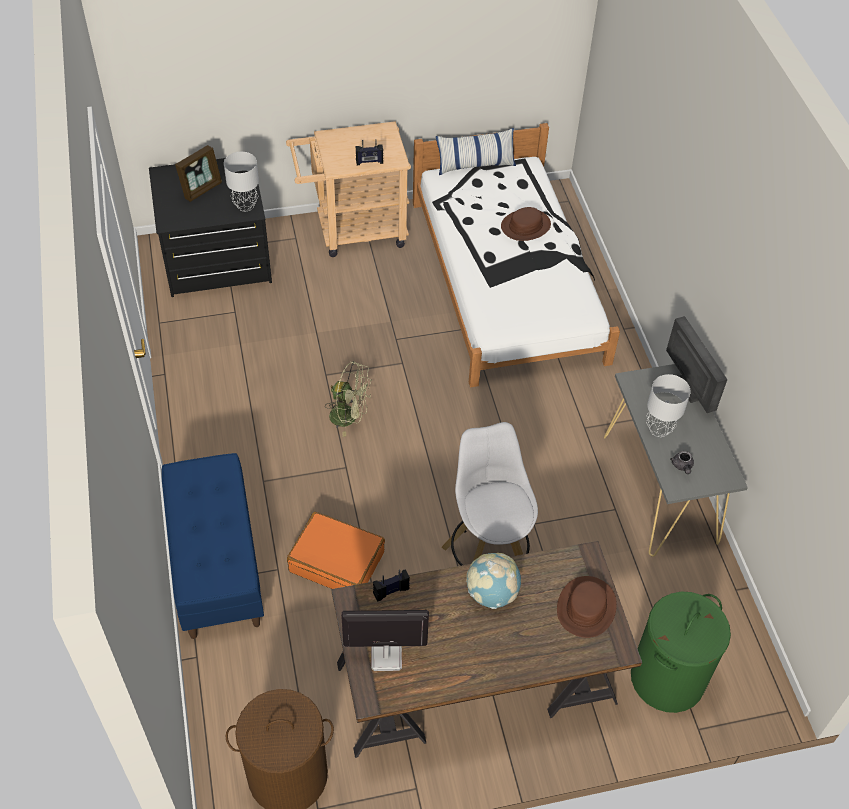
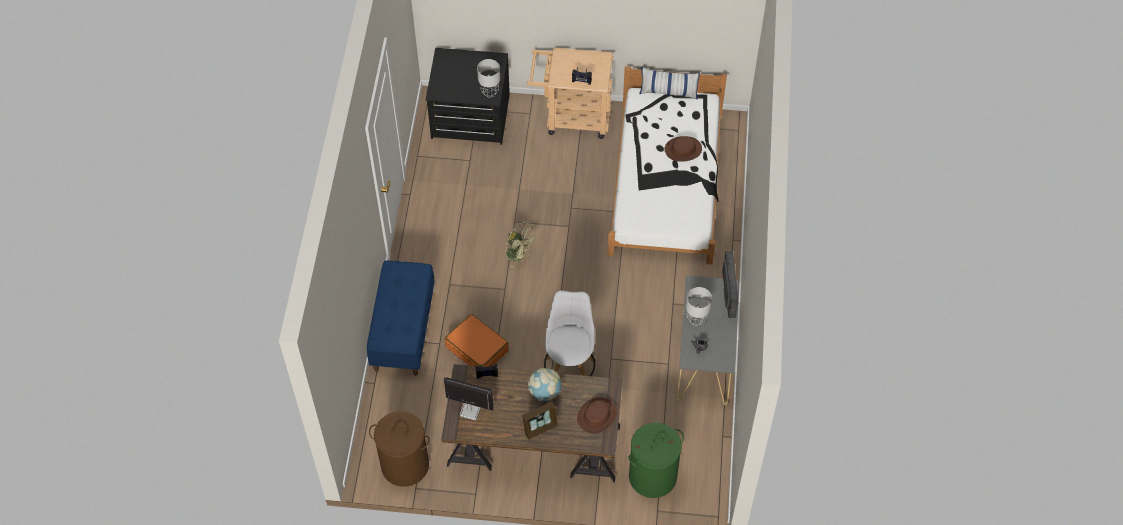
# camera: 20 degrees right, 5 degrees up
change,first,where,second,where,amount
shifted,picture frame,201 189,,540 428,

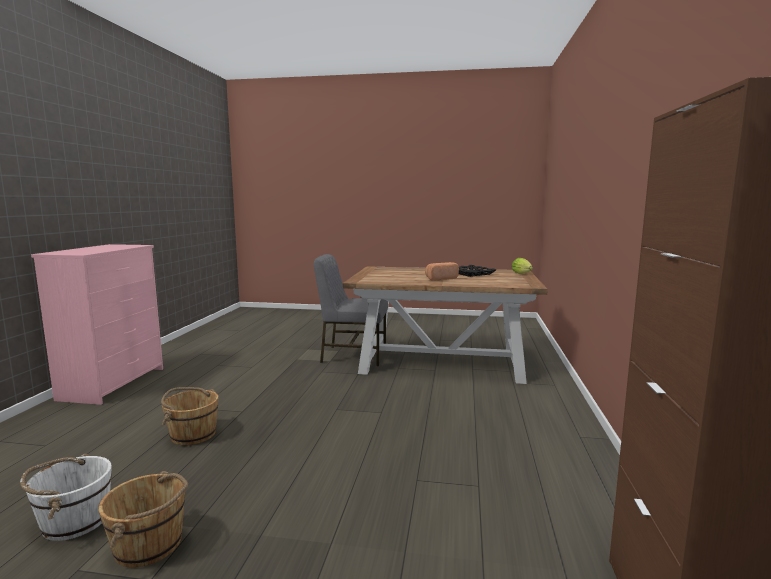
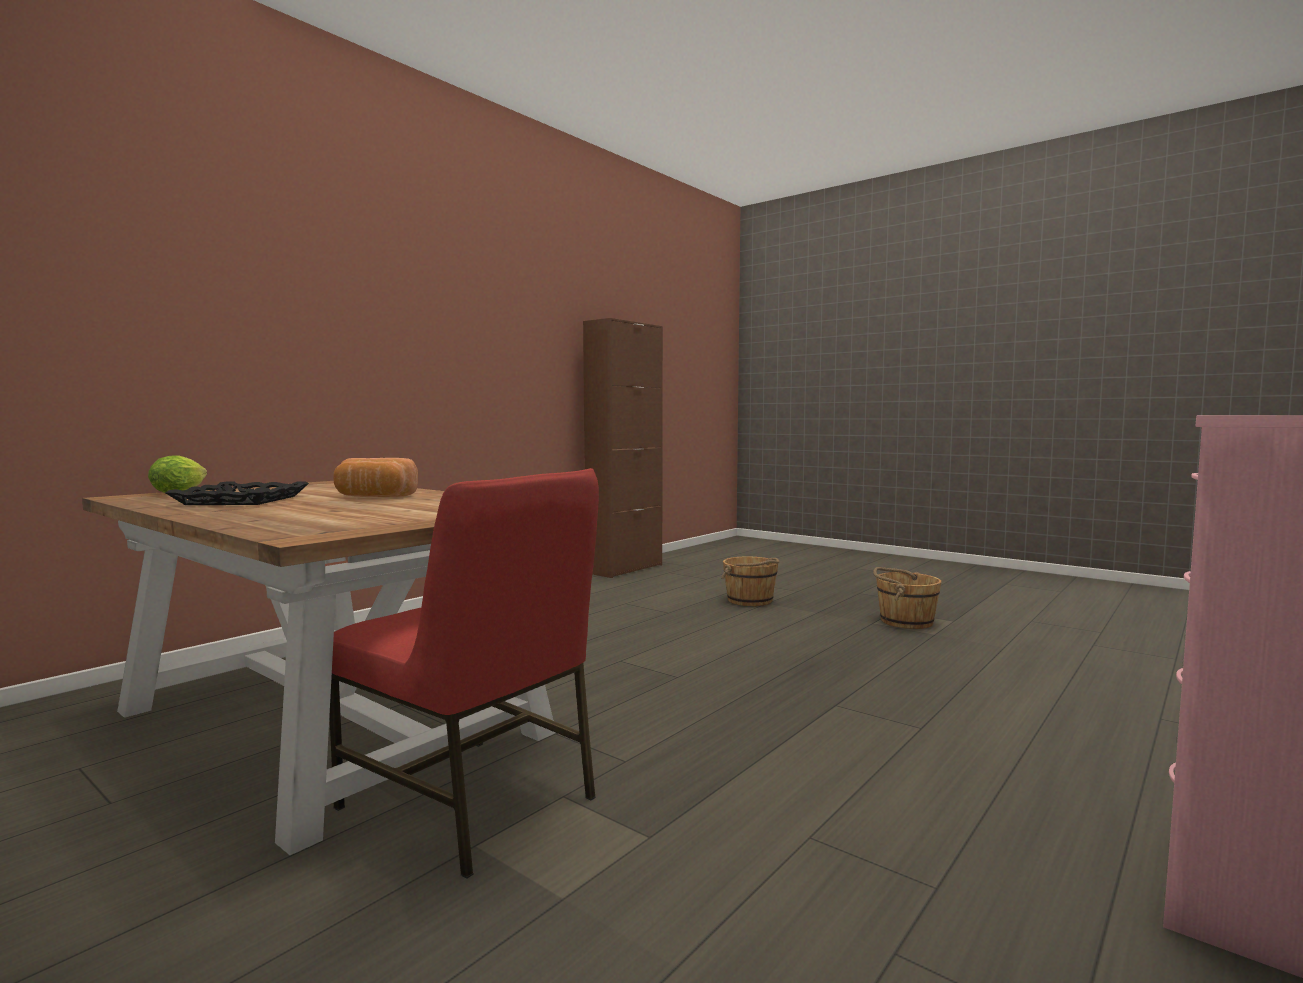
# camera: 150 degrees left, 5 degrees down
change,first,where,second,where,amount
gone,white bucket,74 521,,,
shifted,brown bucket,192 434,,750 600,
repainted,grey chair,352 355,red chair,472 802,

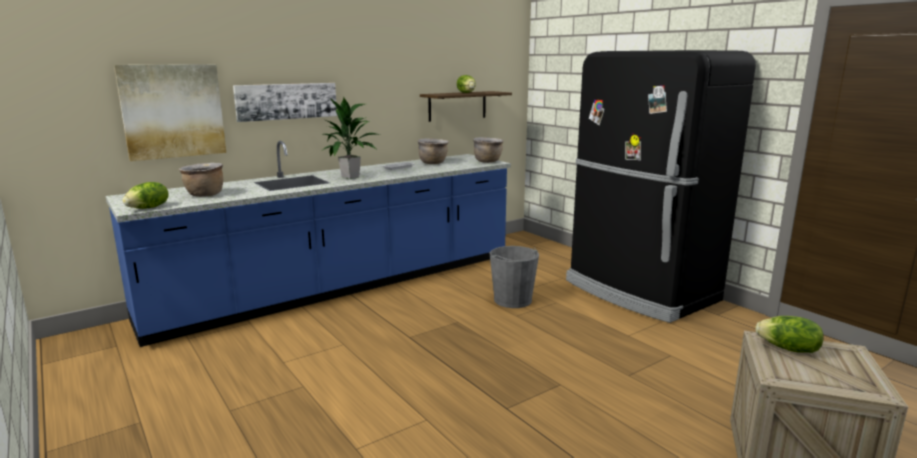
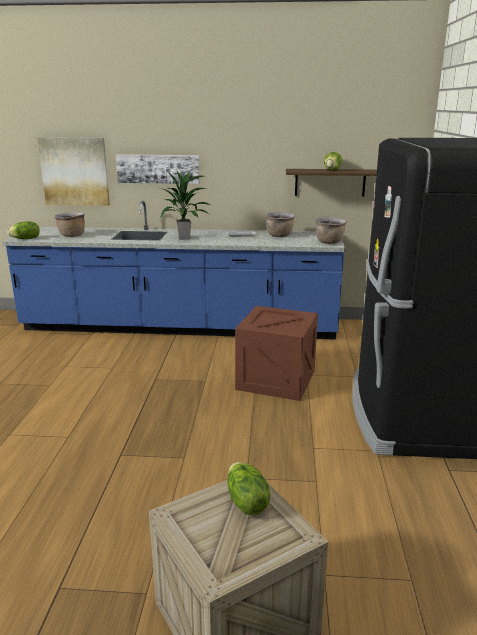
# camera: 40 degrees right, 5 degrees up
change,first,where,second,where,amount
swapped,grey bucket,512 300,crate,276 380,

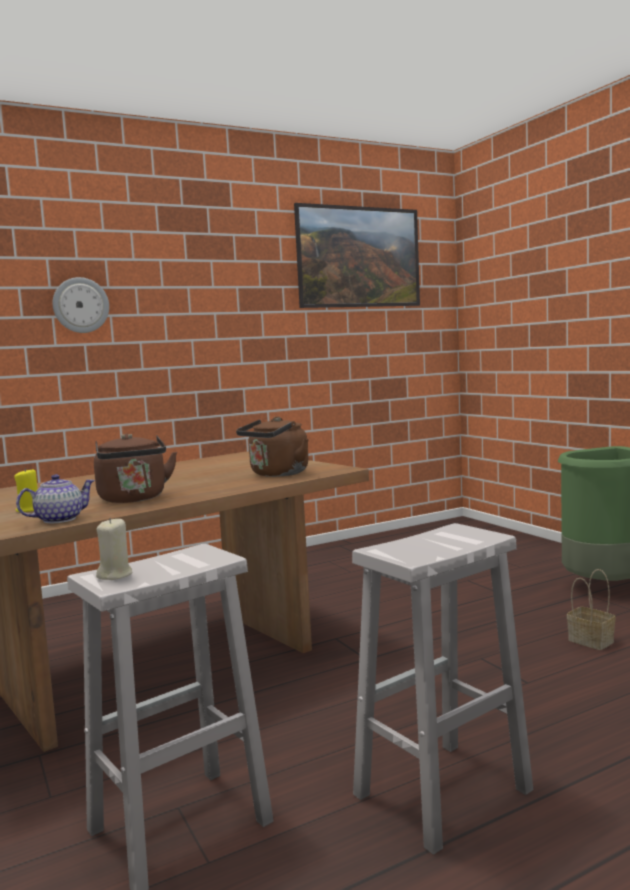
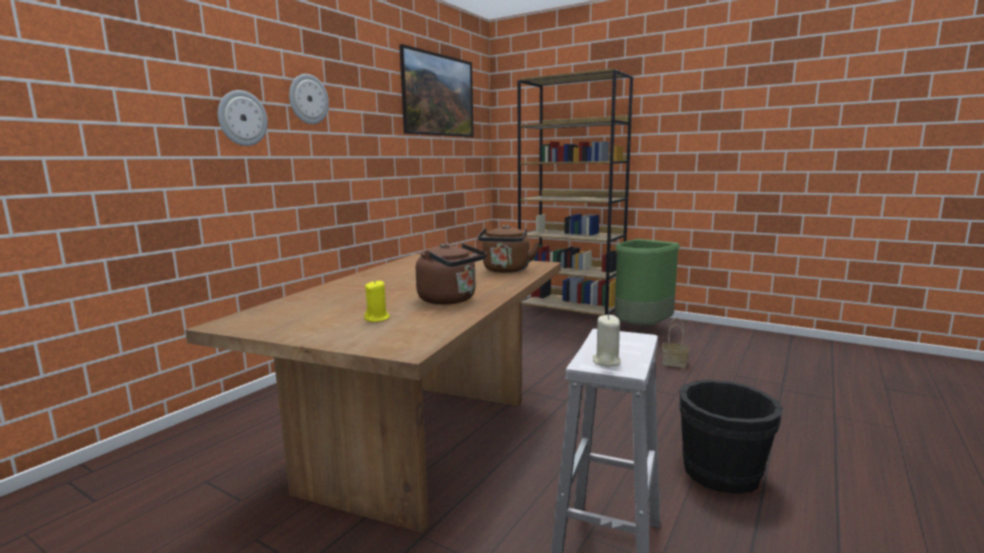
# camera: 30 degrees left, 5 degrees up
change,first,where,second,where,amount
gone,teapot,59 519,,,
swapped,white stool,441 794,black bucket,722 473,
new,,,wall clock,308 99,
new,,,brown bookcase,571 311,

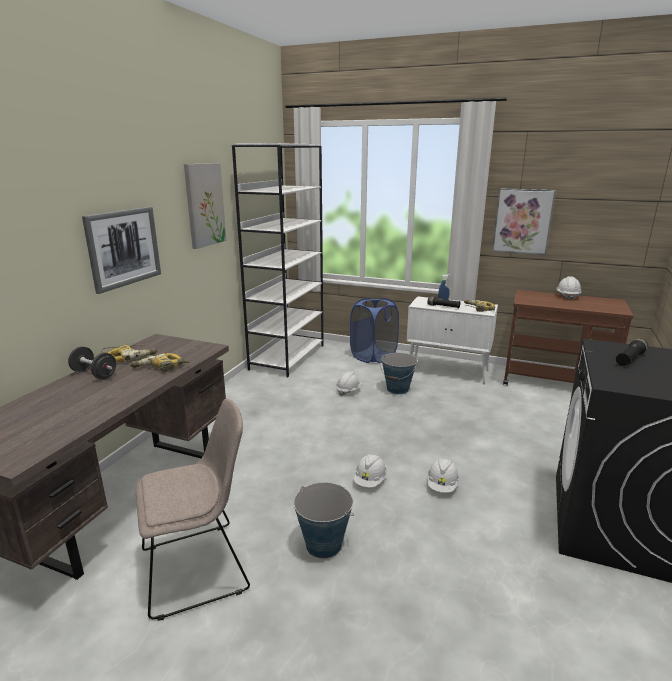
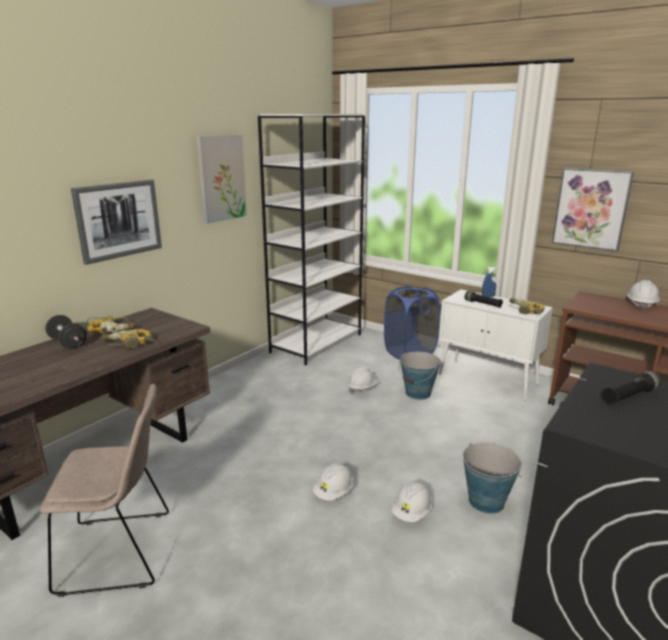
# camera: 15 degrees right, 0 degrees up
change,first,where,second,where,amount
shifted,bucket,323 544,,486 501,

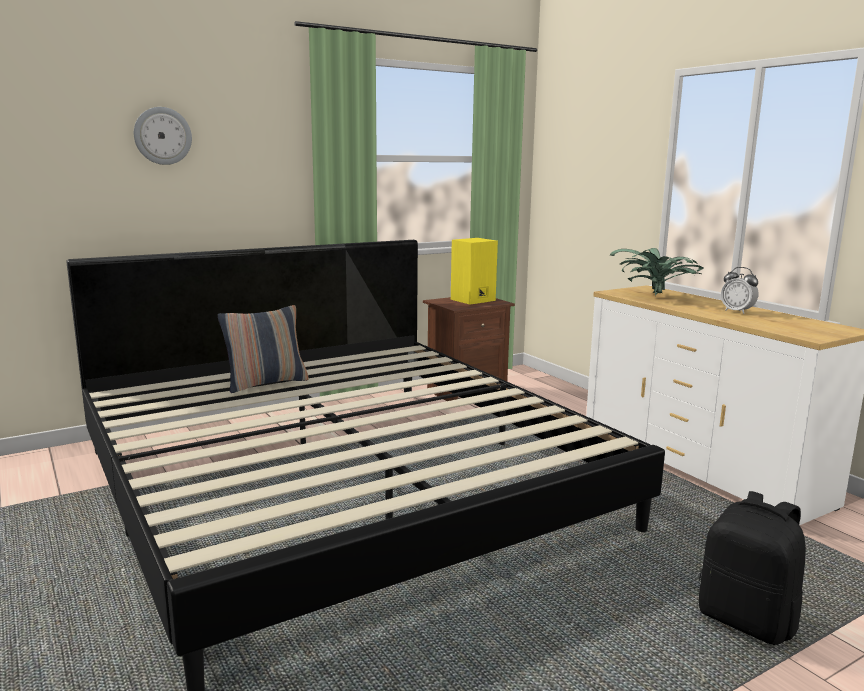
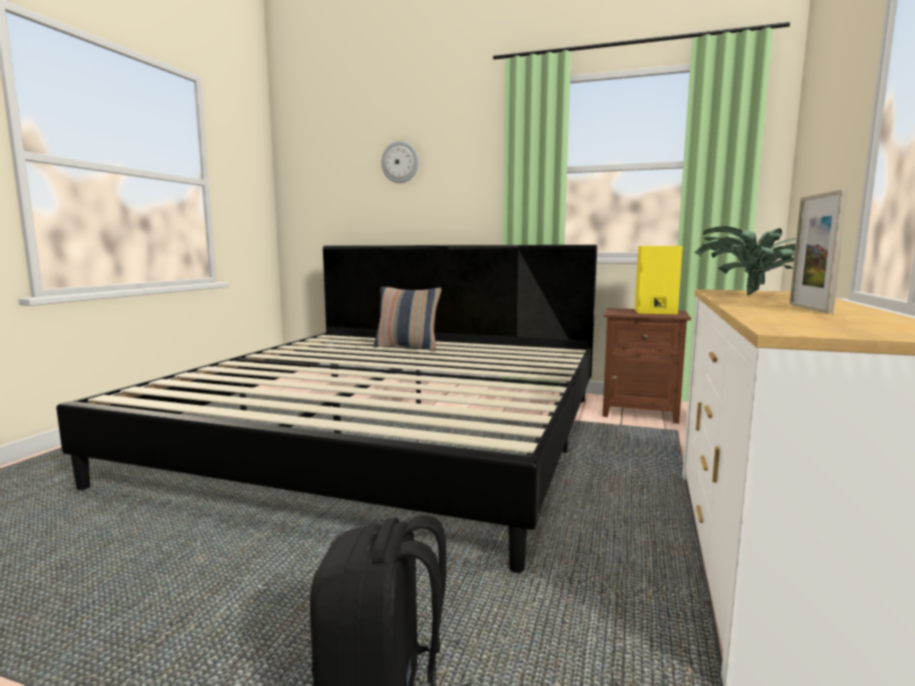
# camera: 50 degrees right, 5 degrees down
change,first,where,second,where,amount
swapped,alarm clock,737 311,picture frame,809 308,

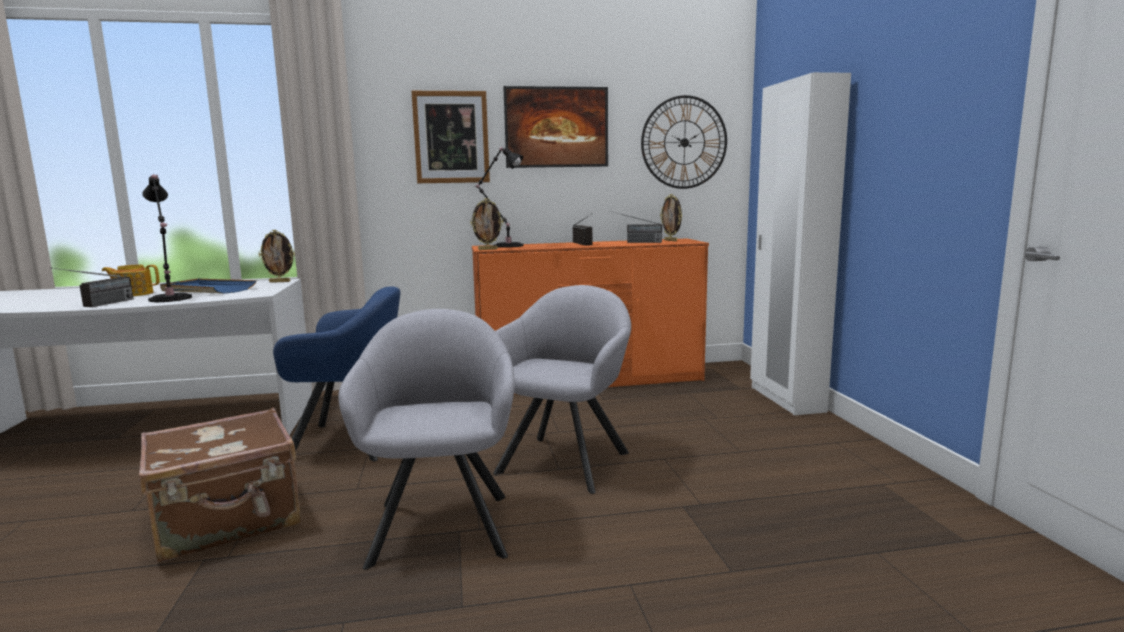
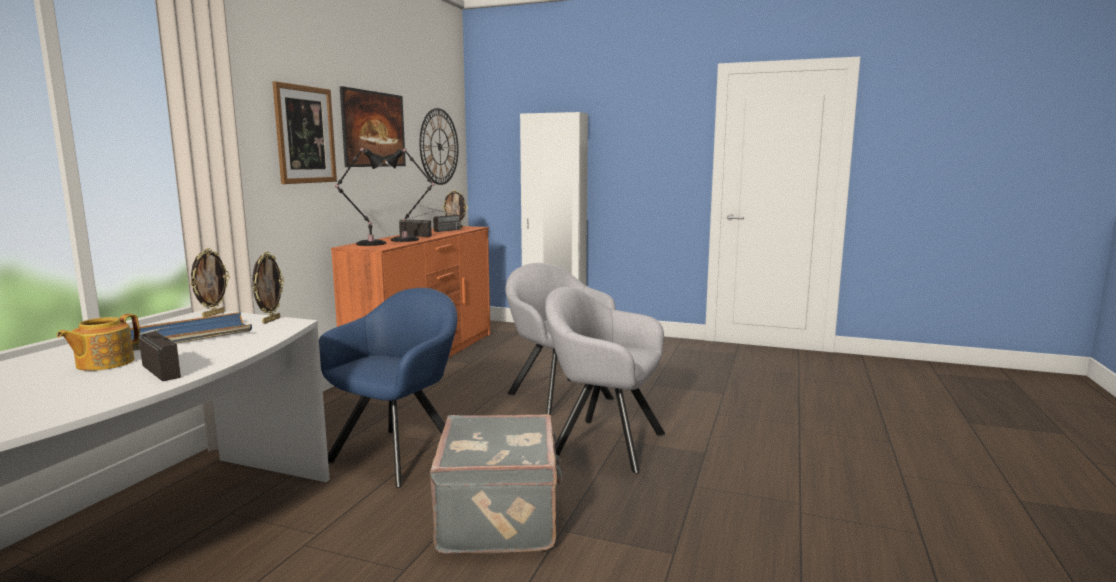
# camera: 60 degrees left, 0 degrees up
change,first,where,second,where,amount
repainted,brown suitcase,228 521,grey suitcase,501 518,
shifted,black table lamp,170 299,,407 240,
shifted,picture frame,487 249,,270 320,

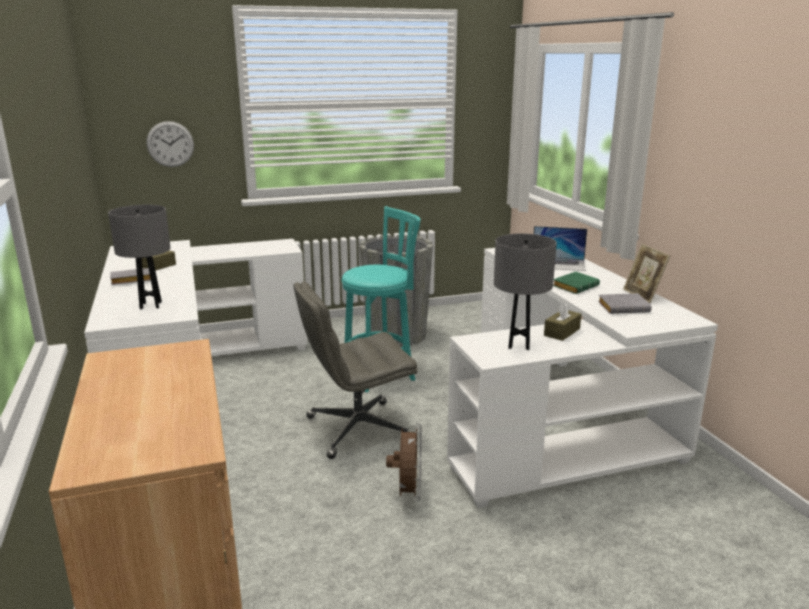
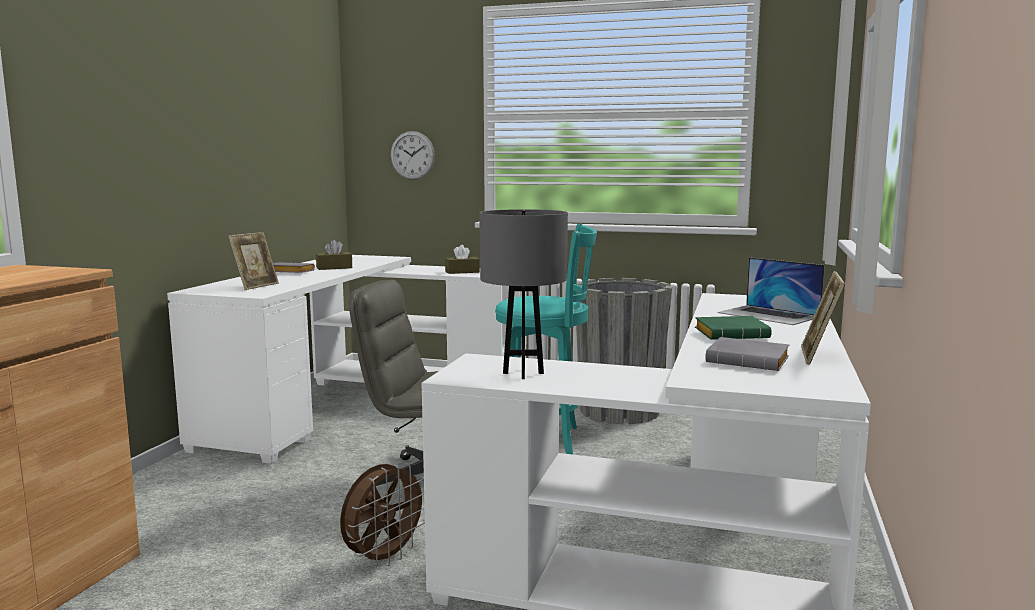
# camera: 35 degrees right, 10 degrees down
change,first,where,second,where,amount
swapped,grey table lamp,150 305,picture frame,256 286,
shifted,brown tissue box,562 332,,462 272,

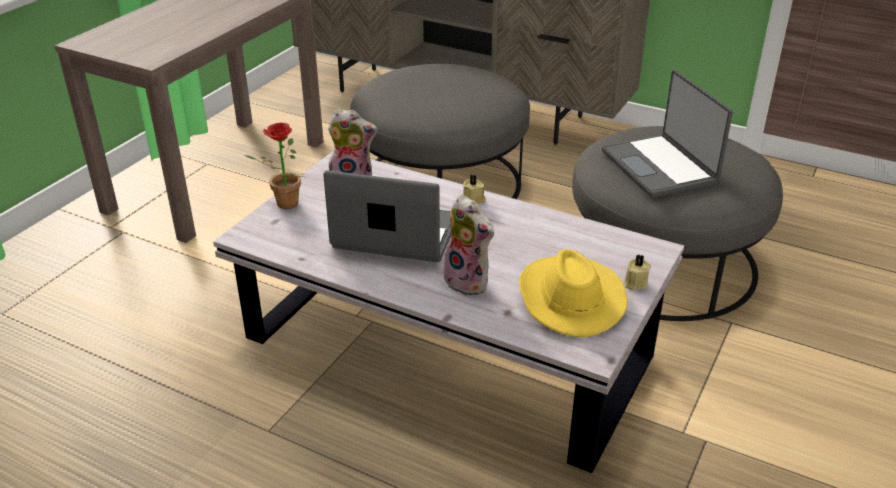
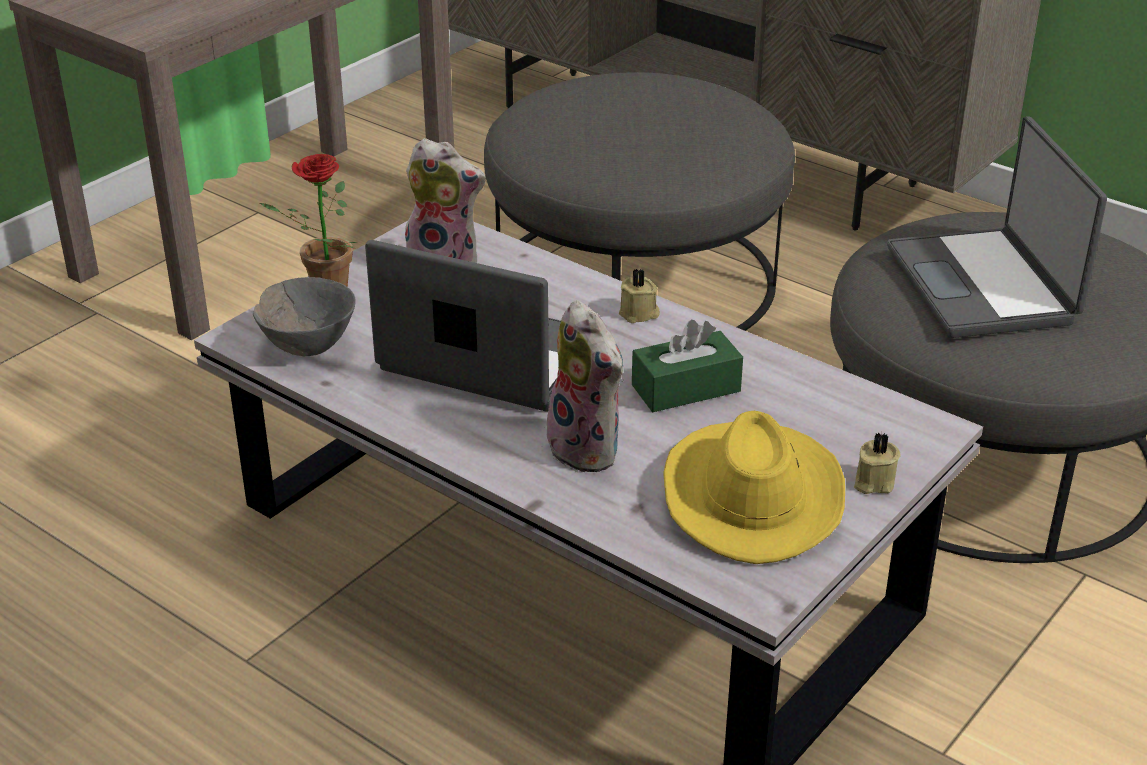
# camera: 10 degrees right, 0 degrees up
change,first,where,second,where,amount
new,,,grey bowl,307 346,
new,,,green tissue box,686 388,

